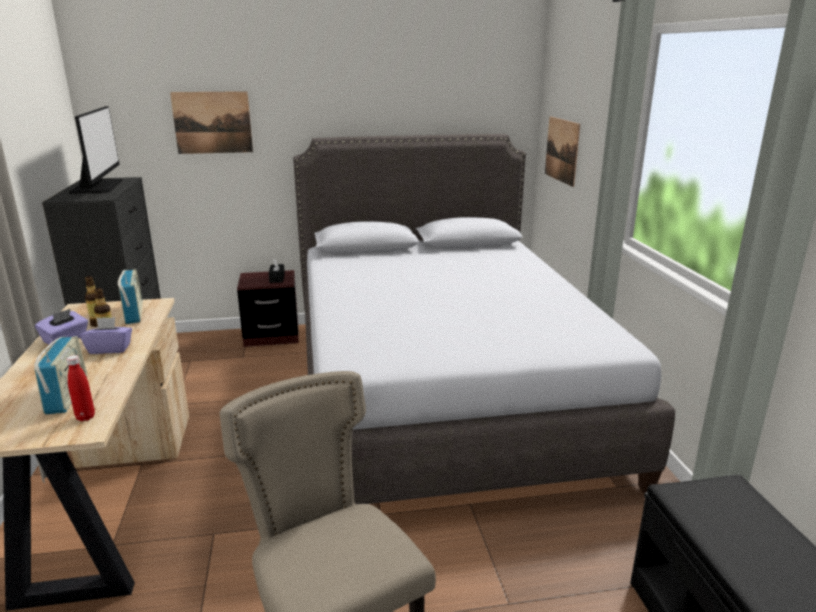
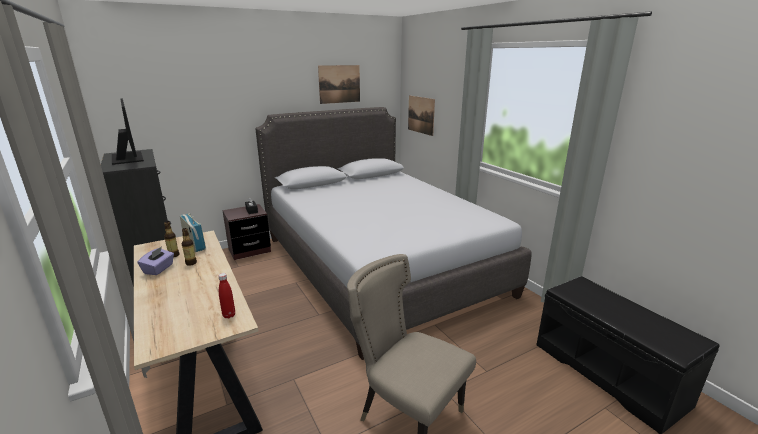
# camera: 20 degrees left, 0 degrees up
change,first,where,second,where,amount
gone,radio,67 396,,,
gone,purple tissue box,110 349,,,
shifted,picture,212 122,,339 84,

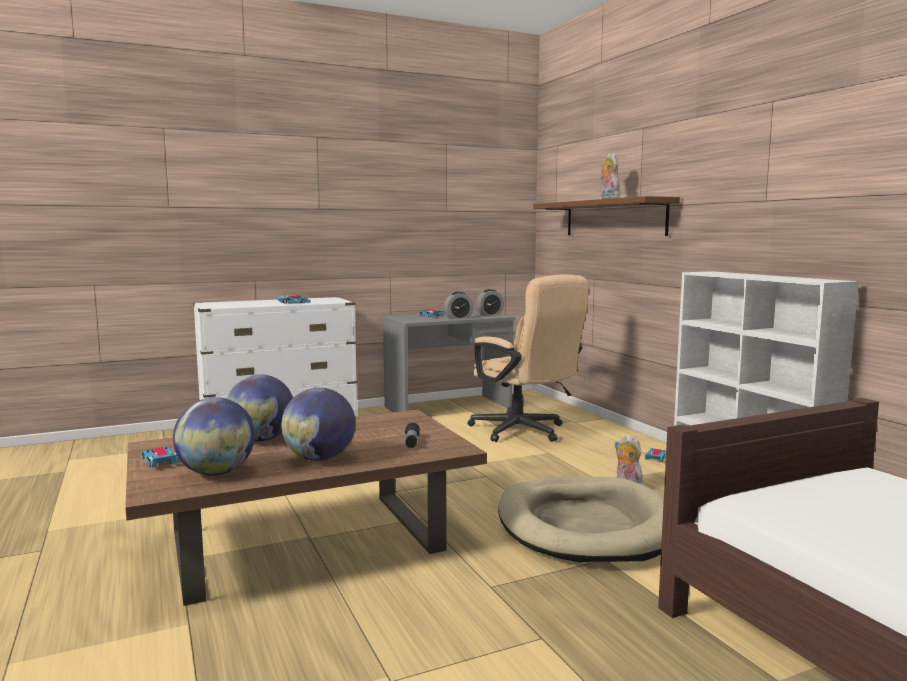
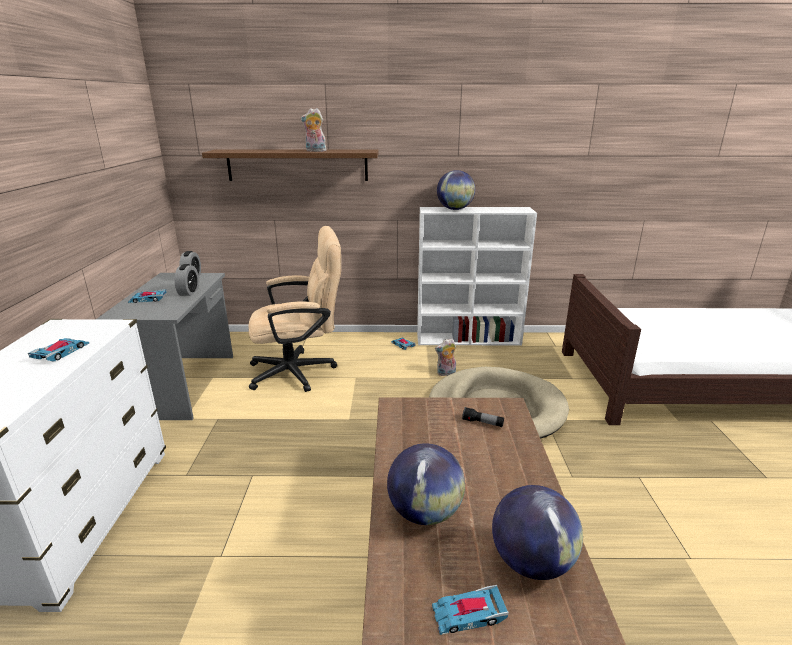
# camera: 65 degrees left, 15 degrees up
change,first,where,second,where,amount
shifted,globe,319 458,,455 209,

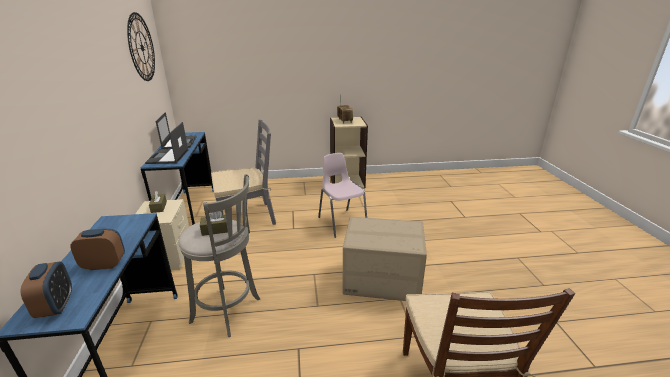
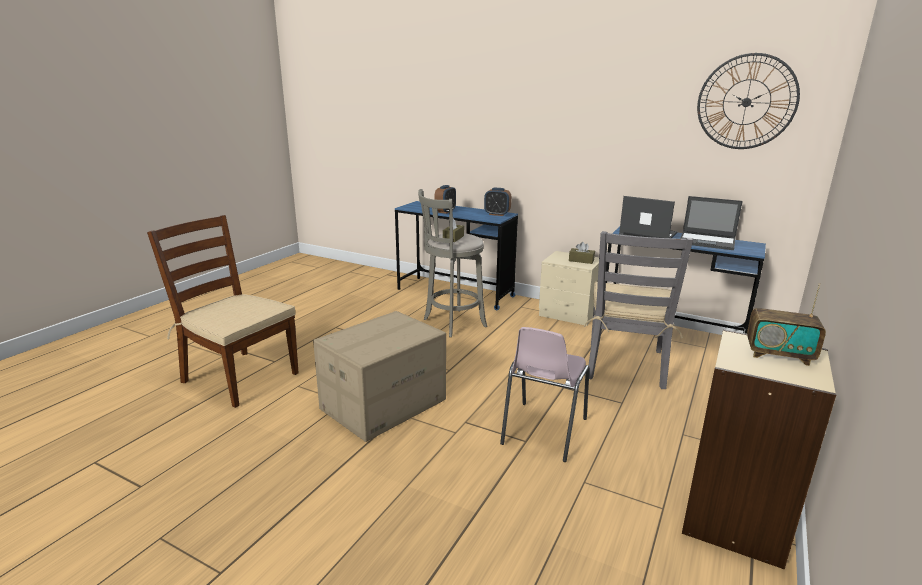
# camera: 125 degrees right, 5 degrees down
change,first,where,second,where,amount
shifted,alarm clock,56 306,,497 214,
rotated,pink chair,342 222,,542 431,105 degrees clockwise

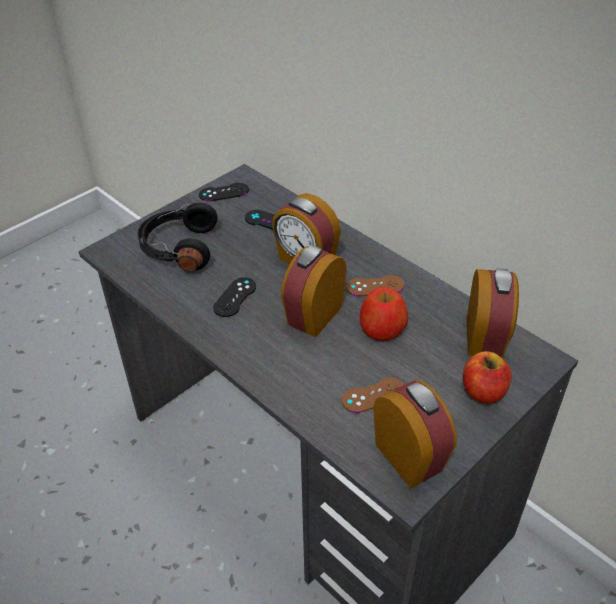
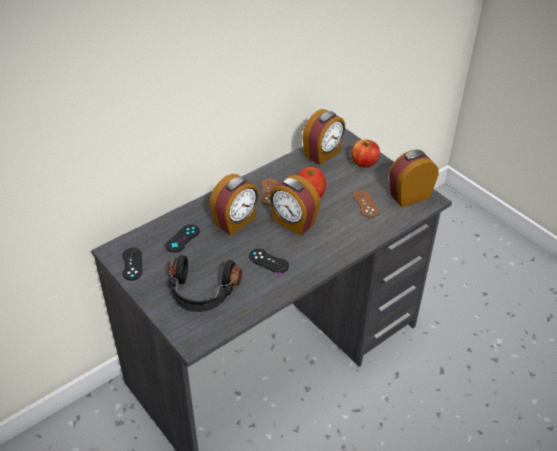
# camera: 85 degrees left, 0 degrees up
change,first,where,second,where,amount
rotated,alarm clock,485 338,,323 154,120 degrees clockwise

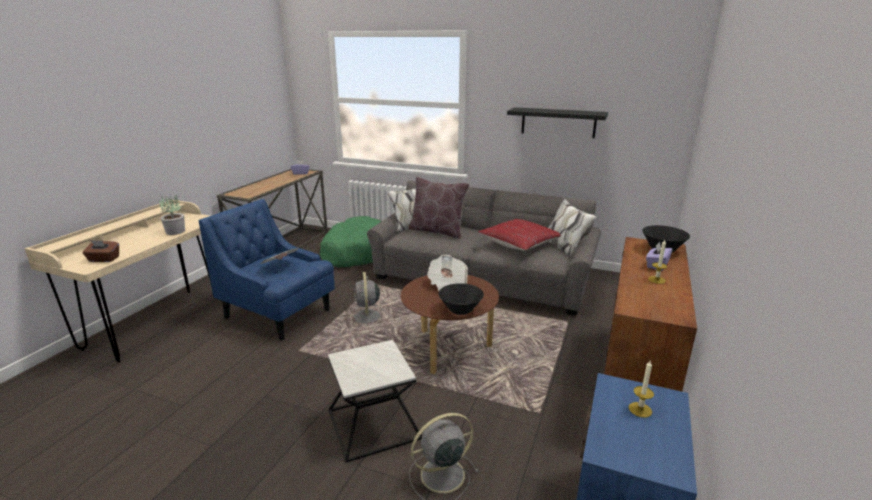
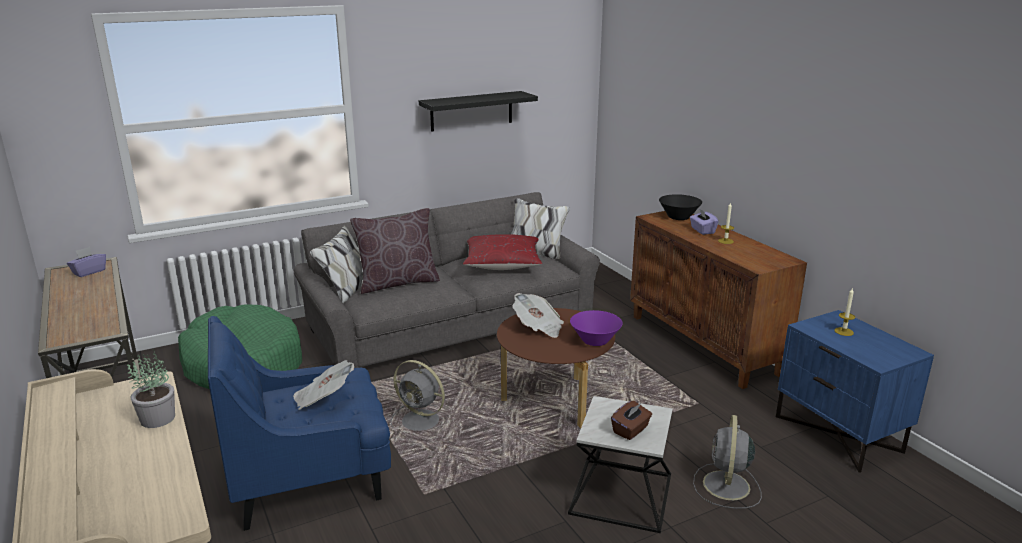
# camera: 50 degrees left, 0 degrees up
change,first,where,second,where,amount
shifted,brown tissue box,104 259,,631 430,
repainted,black bowl,460 310,purple bowl,595 341,

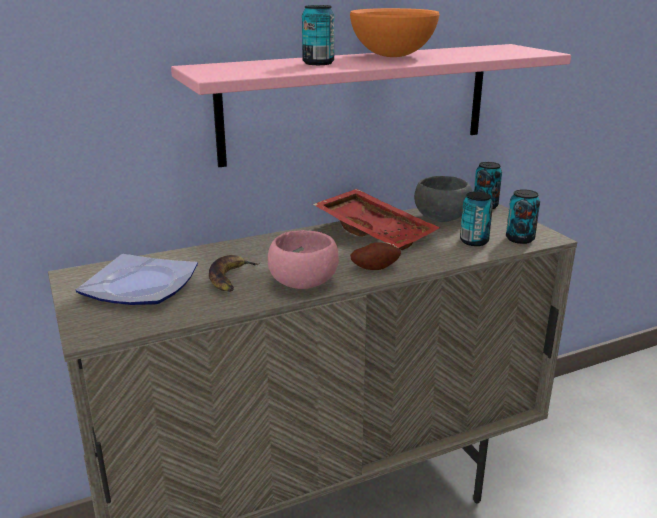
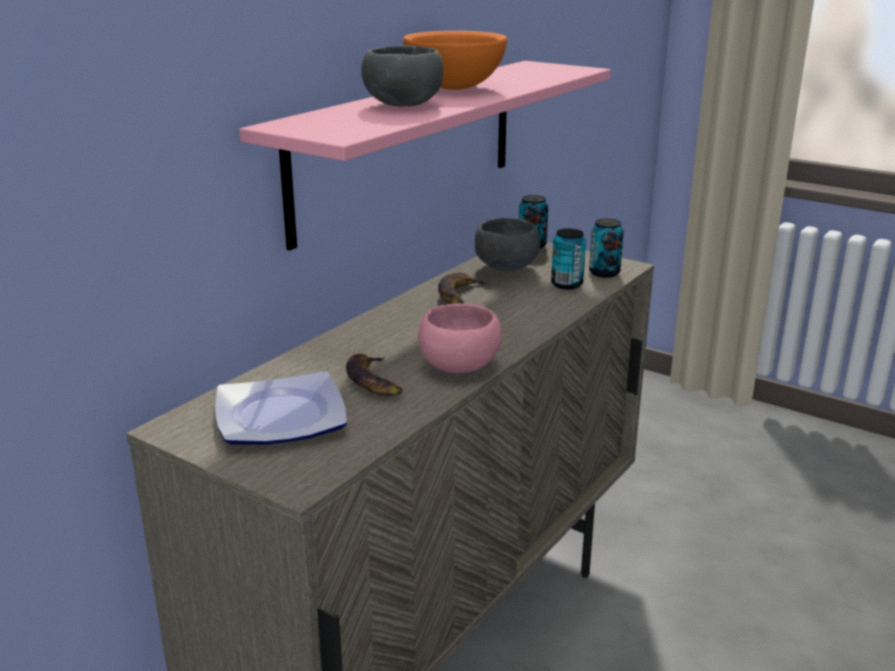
# camera: 30 degrees left, 0 degrees up
change,first,where,second,where,amount
swapped,can,318 63,grey bowl,404 105,
swapped,red tray,376 231,banana,460 295,
gone,potato,375 268,,,

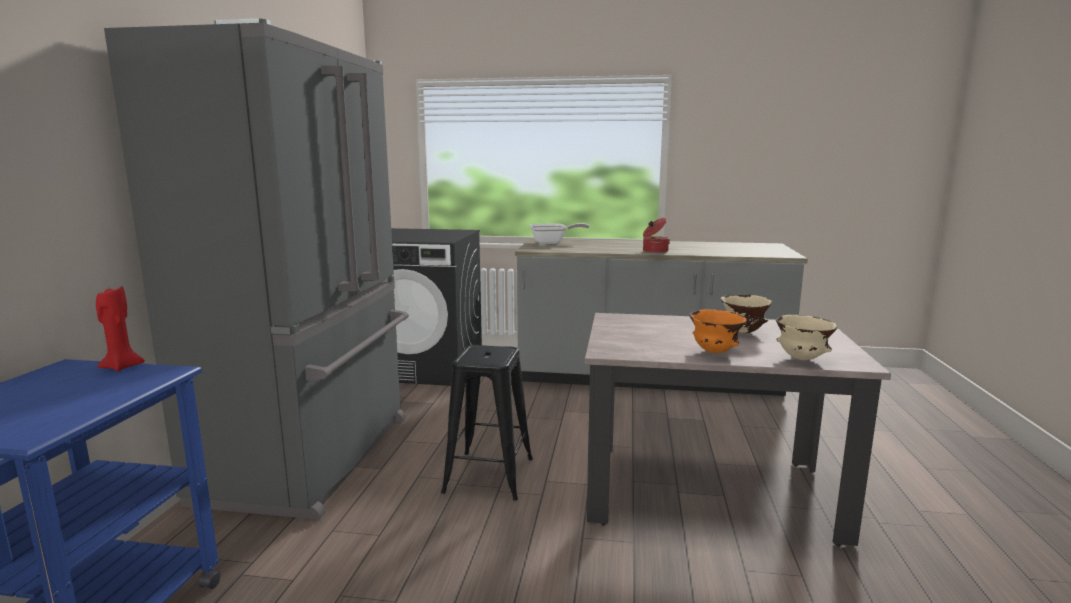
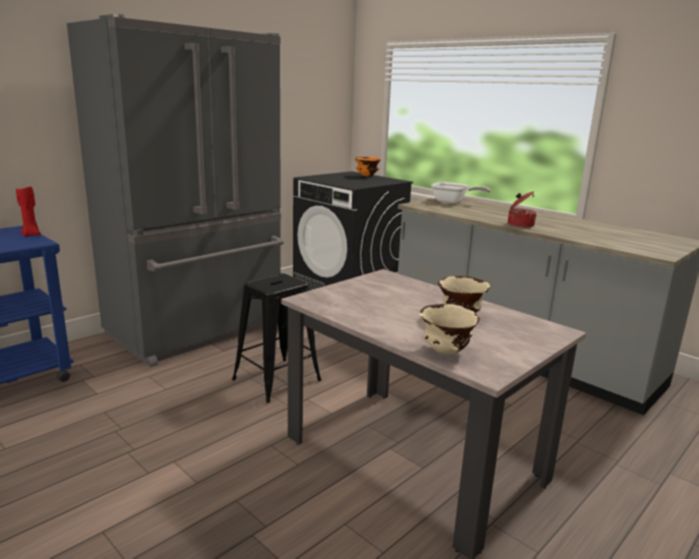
# camera: 35 degrees right, 5 degrees up
change,first,where,second,where,amount
shifted,orange bowl,715 352,,367 176,

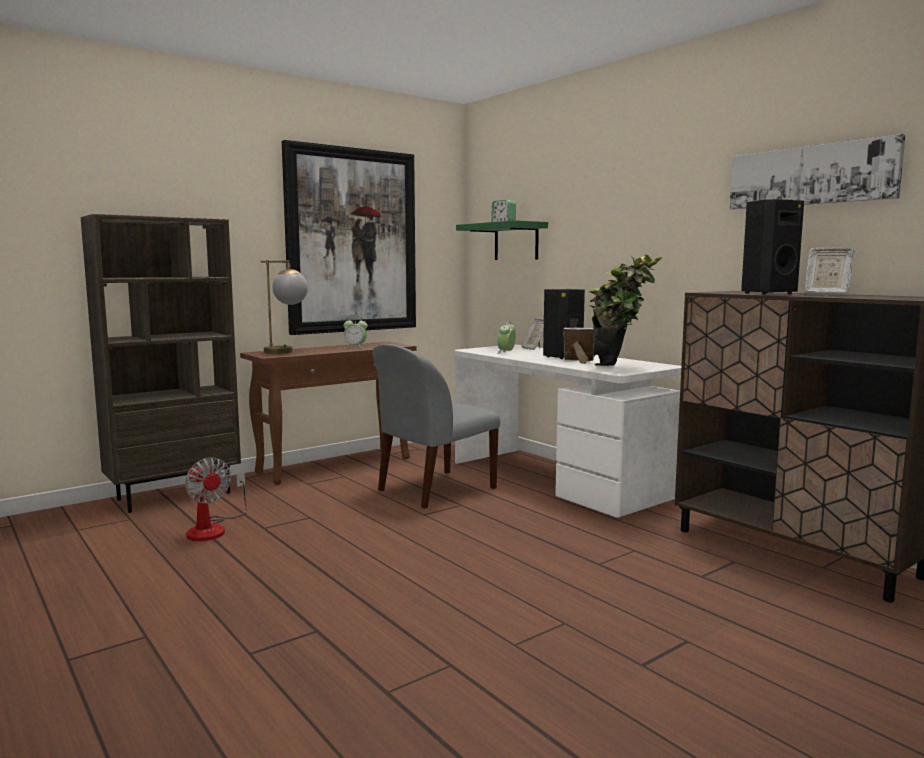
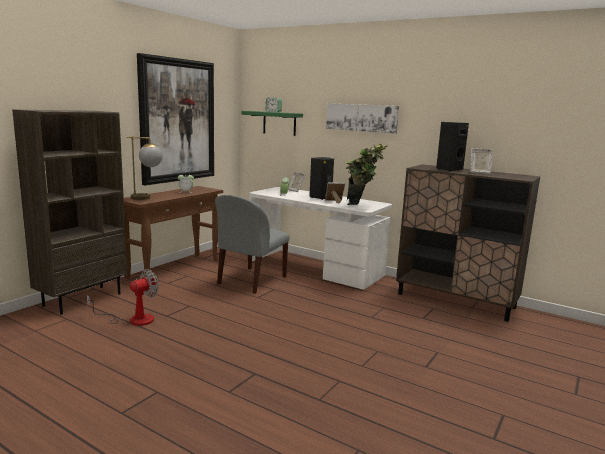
# camera: 20 degrees left, 5 degrees up
change,first,where,second,where,amount
rotated,fan,213 528,,133 320,75 degrees counterclockwise
shifted,picture,811 175,,361 117,

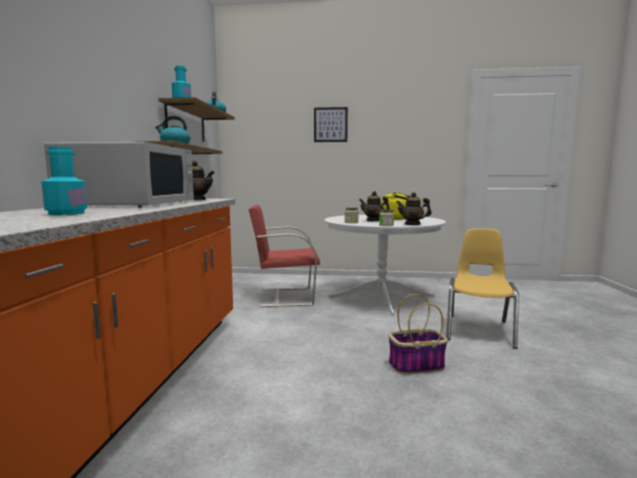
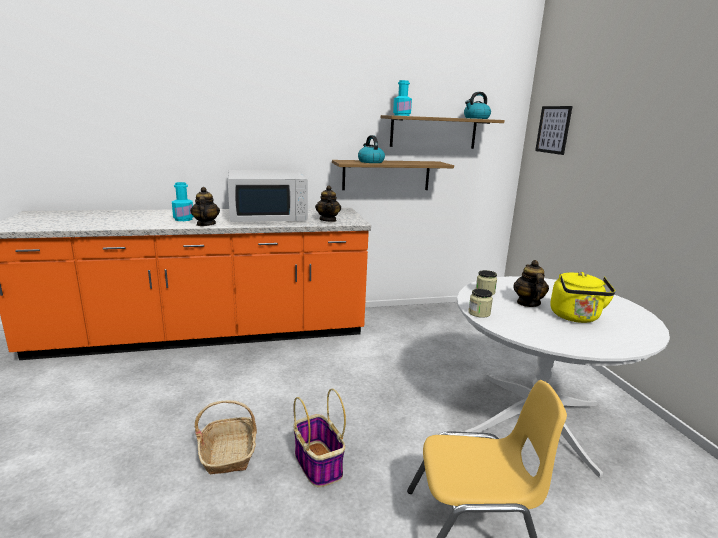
# camera: 70 degrees right, 10 degrees up
change,first,where,second,where,amount
gone,red chair,285 296,,,
shifted,picture,330 124,,553 129,
shifted,teapot,412 224,,205 224,
new,,,basket,229 452,

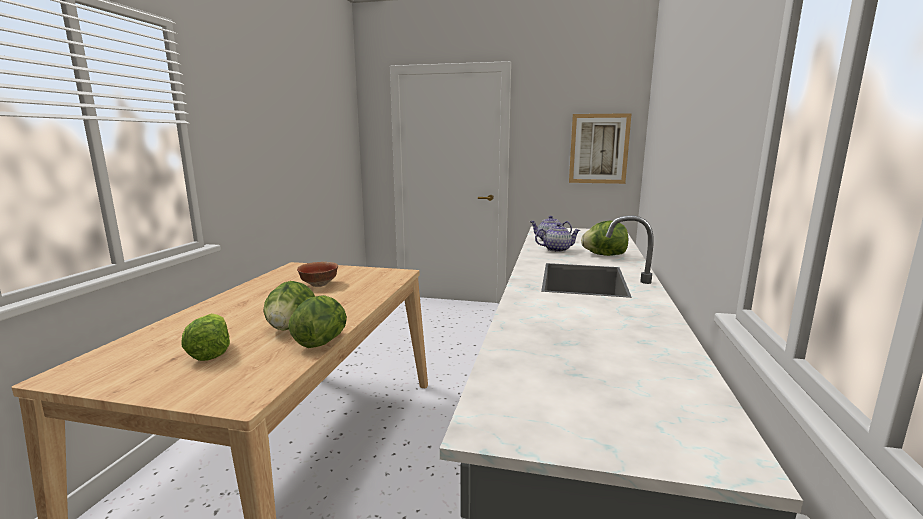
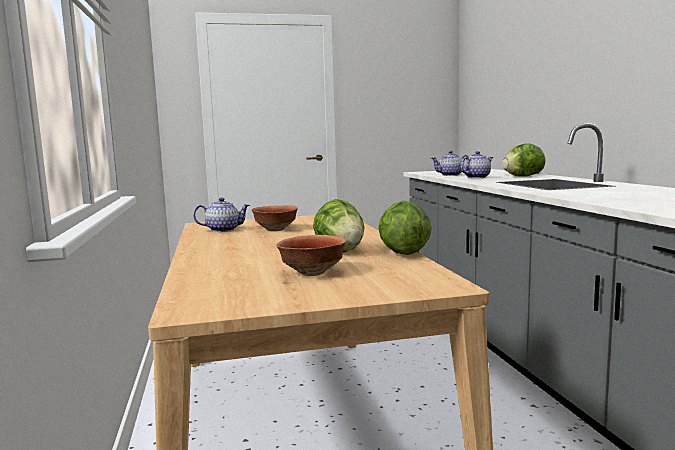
# camera: 25 degrees left, 5 degrees down
change,first,where,second,where,amount
swapped,lettuce,210 352,bowl,312 273,
gone,picture,599 149,,,
new,,,teapot,223 230,

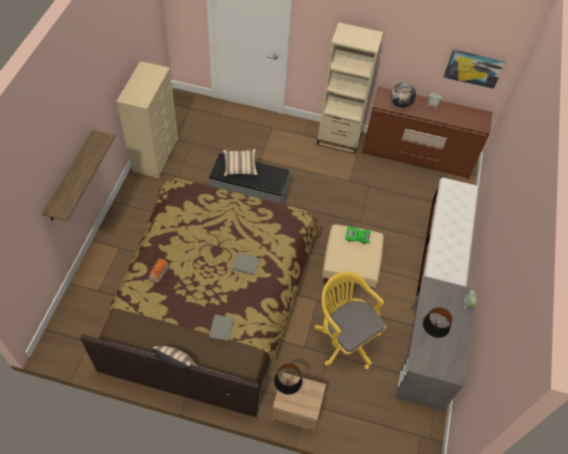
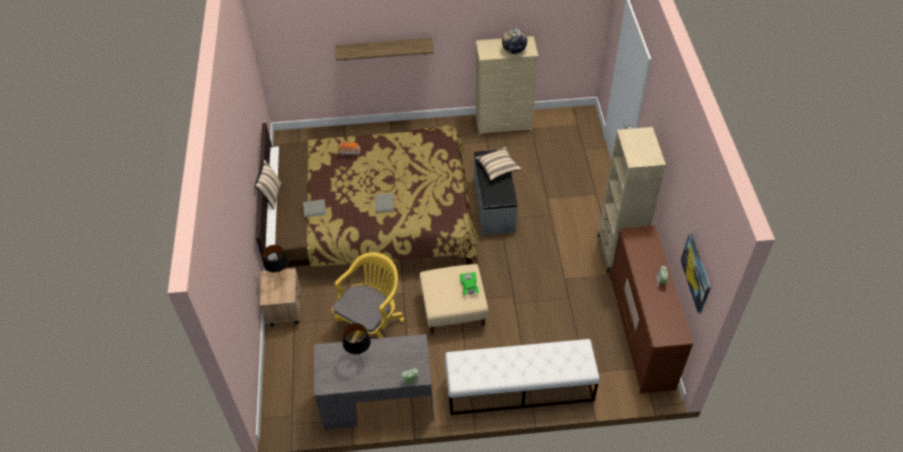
# camera: 75 degrees right, 5 degrees down
change,first,where,second,where,amount
shifted,globe,400 104,,514 51,

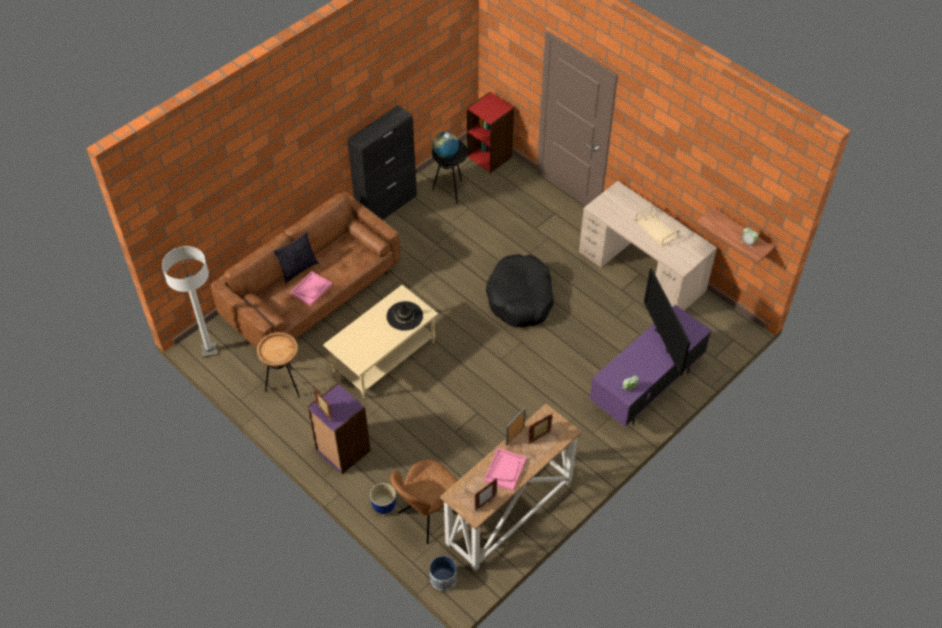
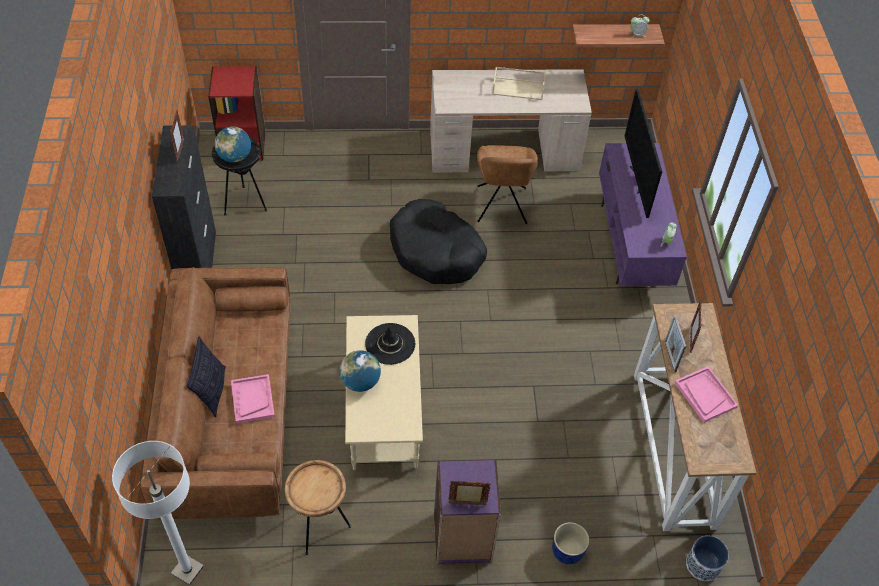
# camera: 50 degrees left, 0 degrees up
change,first,where,second,where,amount
shifted,brown chair,428 516,,501 207,
shifted,picture frame,485 503,,180 151,
rotated,television,663 340,,637 179,60 degrees clockwise
new,,,globe,360 382,

